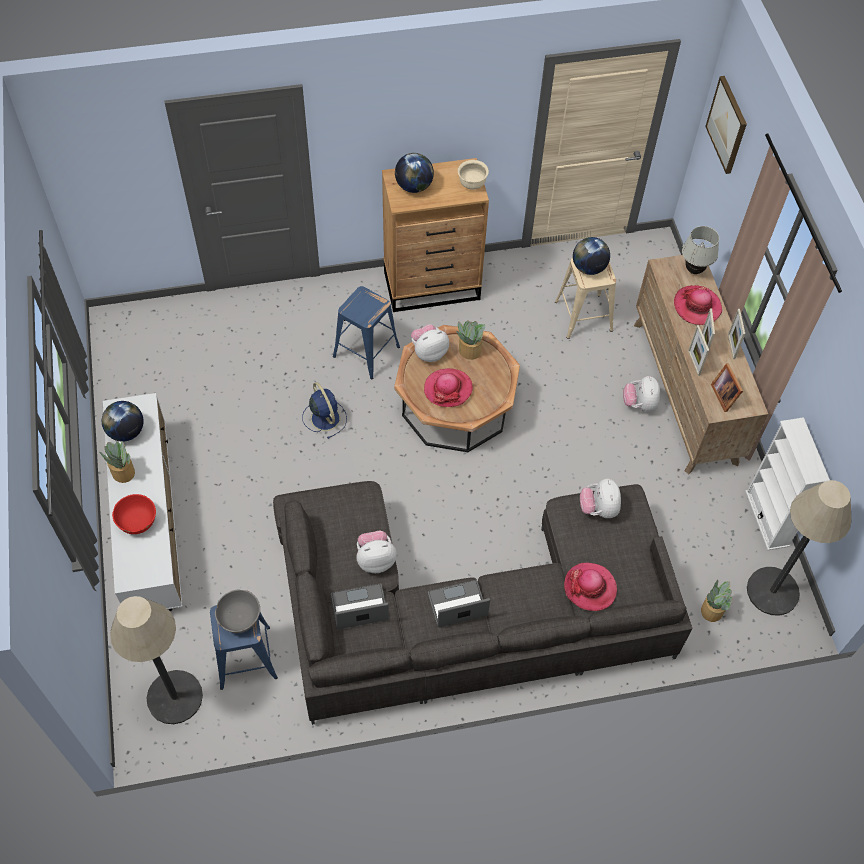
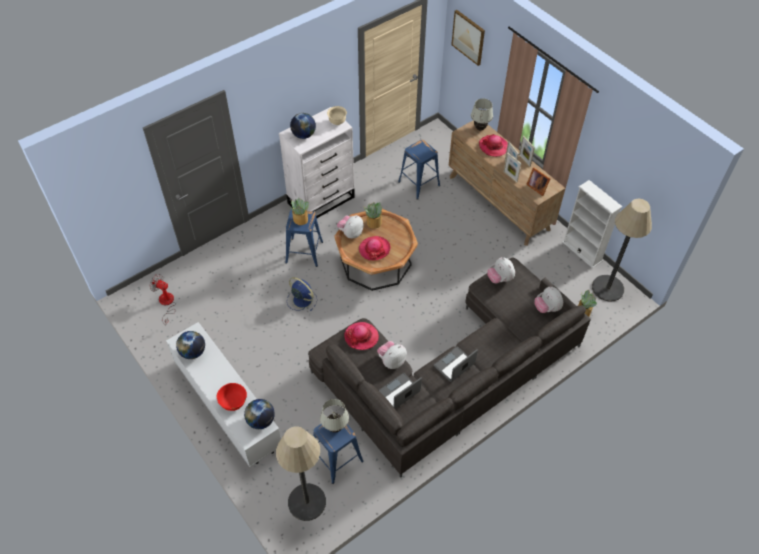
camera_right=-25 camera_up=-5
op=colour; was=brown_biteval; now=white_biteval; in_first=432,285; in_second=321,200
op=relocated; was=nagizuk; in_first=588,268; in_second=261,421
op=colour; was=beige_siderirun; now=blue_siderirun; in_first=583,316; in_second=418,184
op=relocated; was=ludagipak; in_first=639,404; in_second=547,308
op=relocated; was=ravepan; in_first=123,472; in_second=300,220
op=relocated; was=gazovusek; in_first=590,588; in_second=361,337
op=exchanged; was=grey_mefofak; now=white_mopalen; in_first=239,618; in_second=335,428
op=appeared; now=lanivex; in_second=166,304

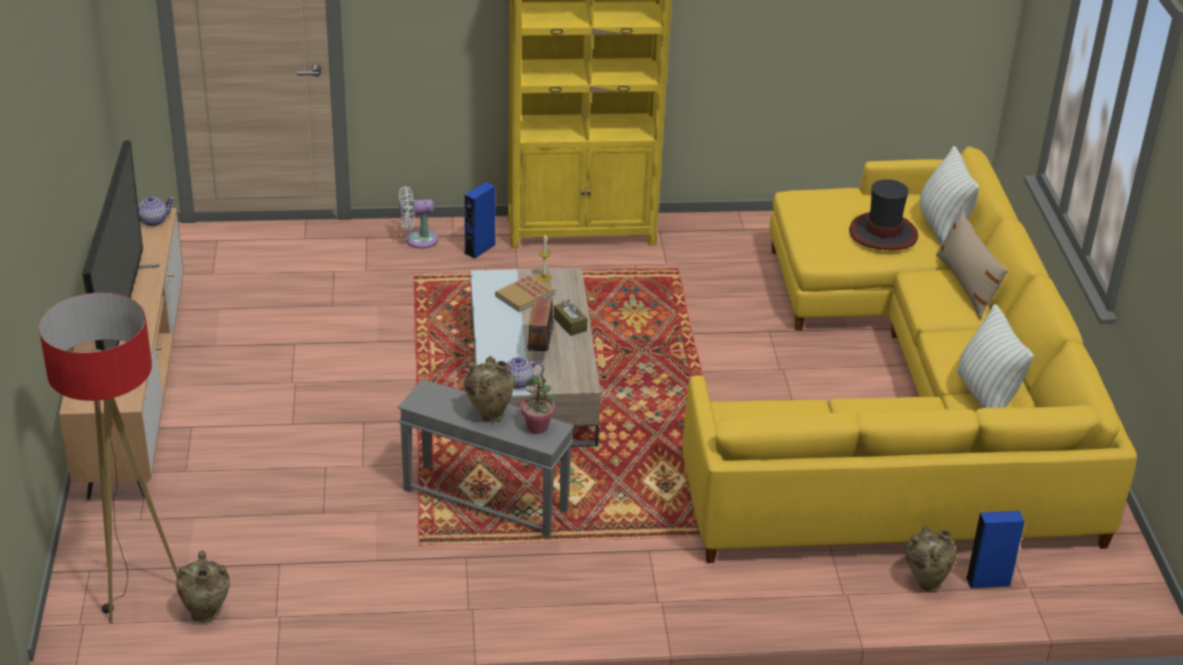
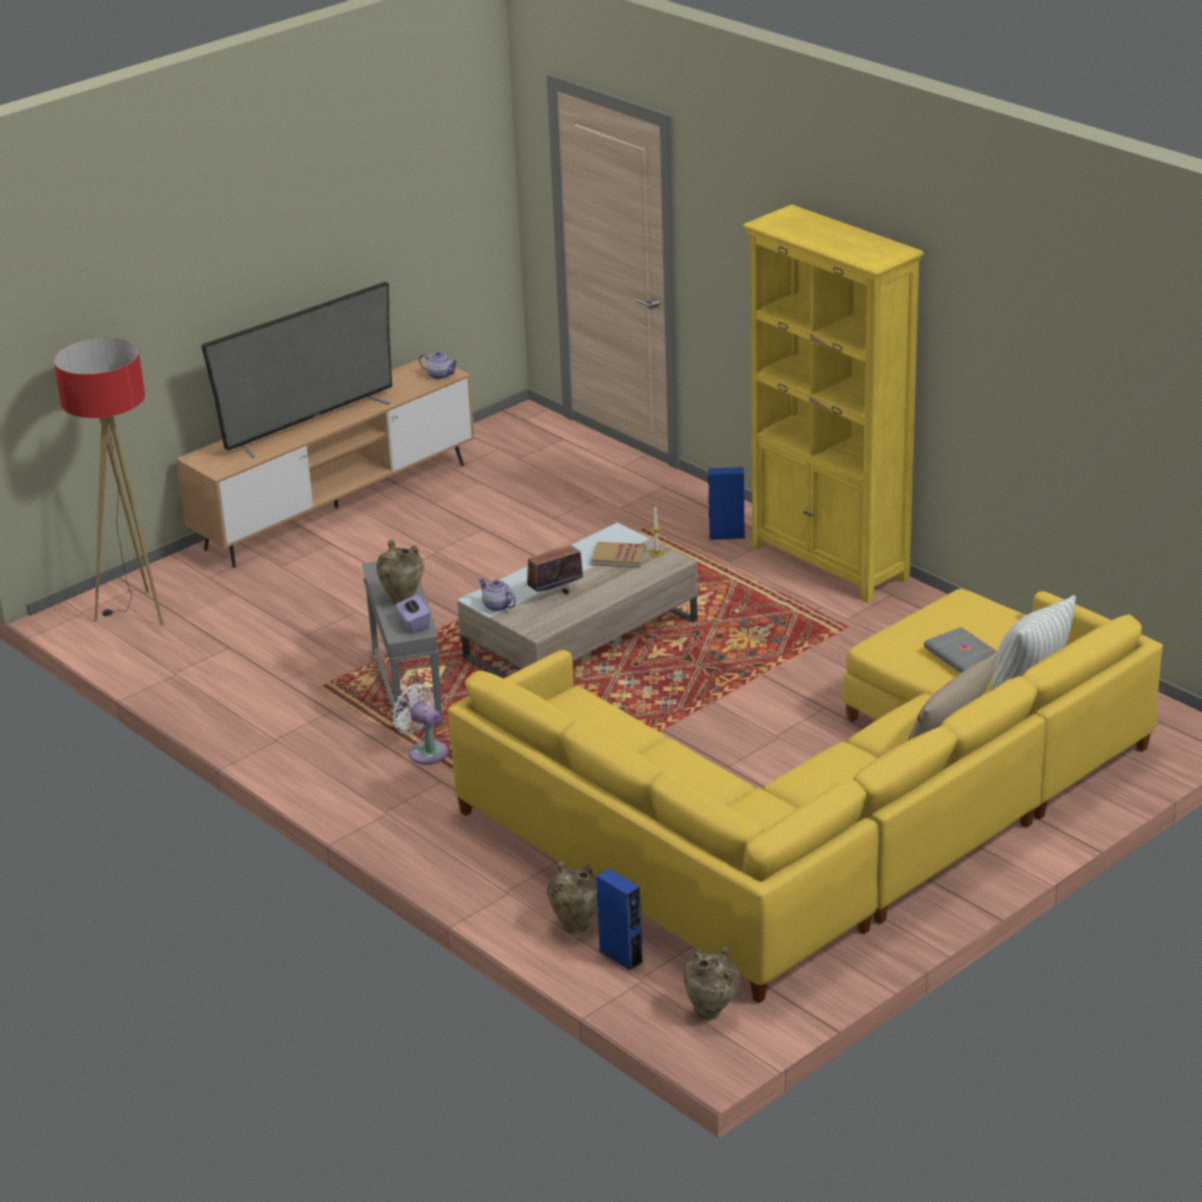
camera_right=55 camera_up=-5
op=exchanged; was=gazovusek; now=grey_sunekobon; in_first=883,233; in_second=962,656
op=relocated; was=white_lanivex; in_first=417,240; in_second=425,751
op=missing; was=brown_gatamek; in_first=570,324
op=missing; was=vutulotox; in_first=986,396
op=exchanged; was=ravepan; now=purple_gatamek; in_first=537,427; in_second=414,624
op=relocated; was=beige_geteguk; in_first=206,613; in_second=711,1012

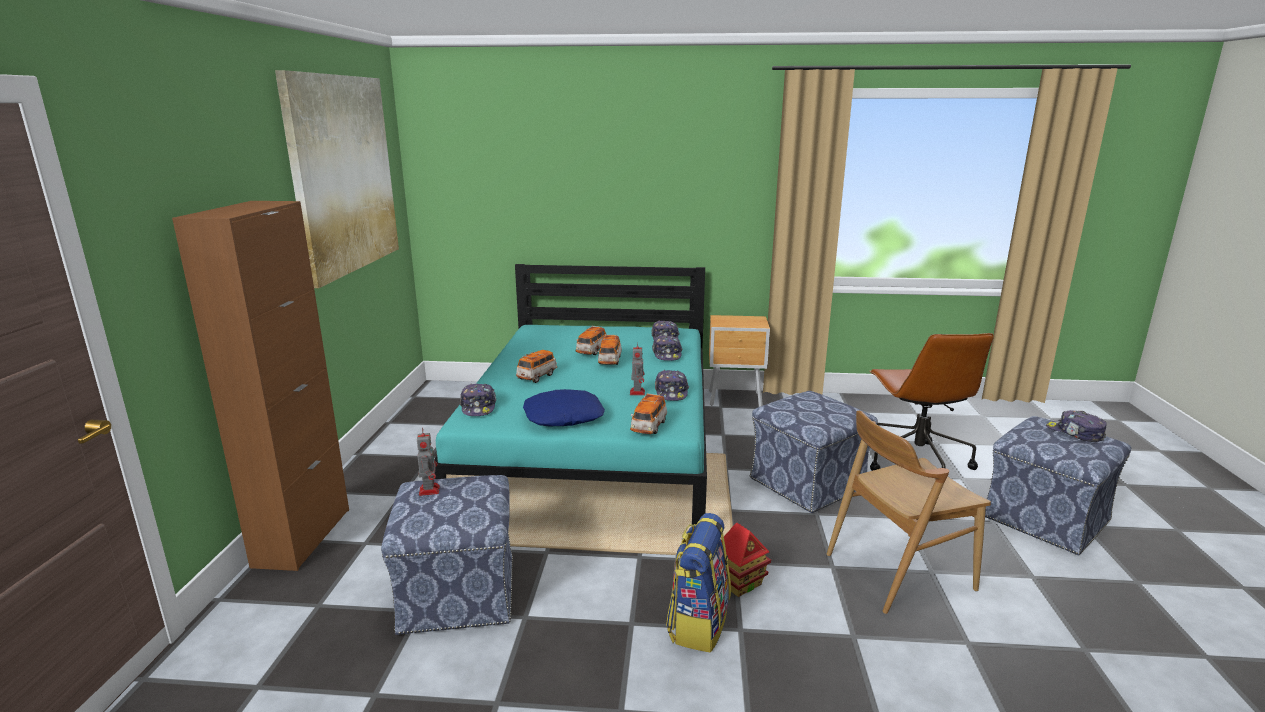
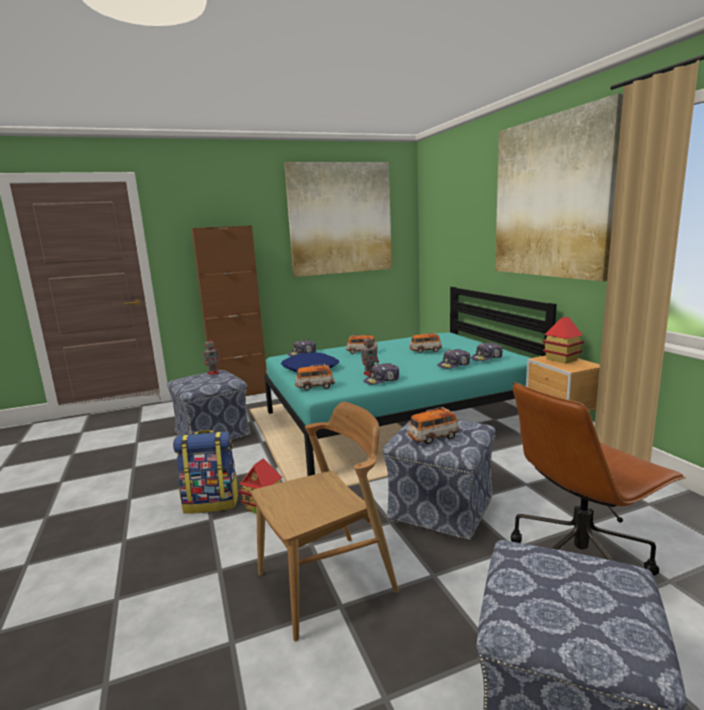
camera_right=65 camera_up=-5
op=relocated; was=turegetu; in_first=609,361; in_second=433,438
op=spun; was=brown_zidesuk; in_first=898,571; in_second=327,583; clockwise=105
op=missing; was=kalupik; in_first=1074,433
op=appeared; now=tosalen; in_second=550,198
op=appeared; now=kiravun; in_second=561,359

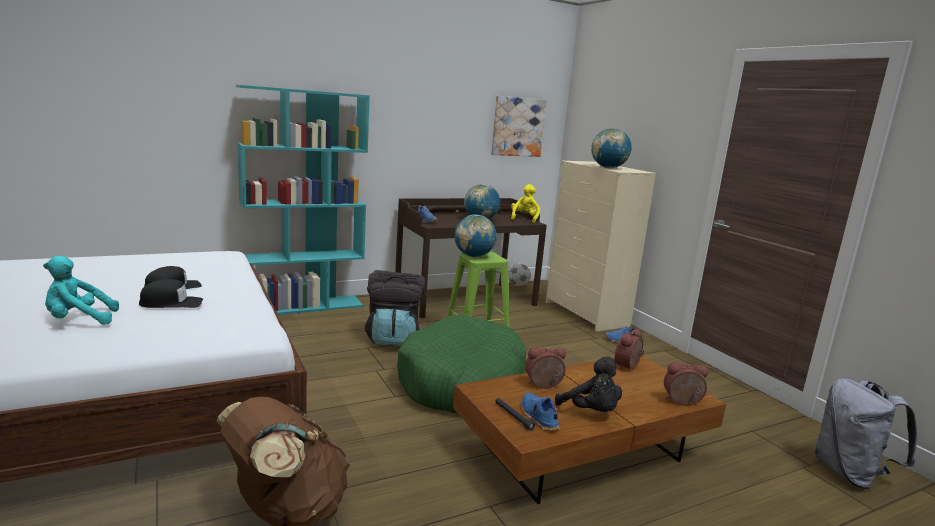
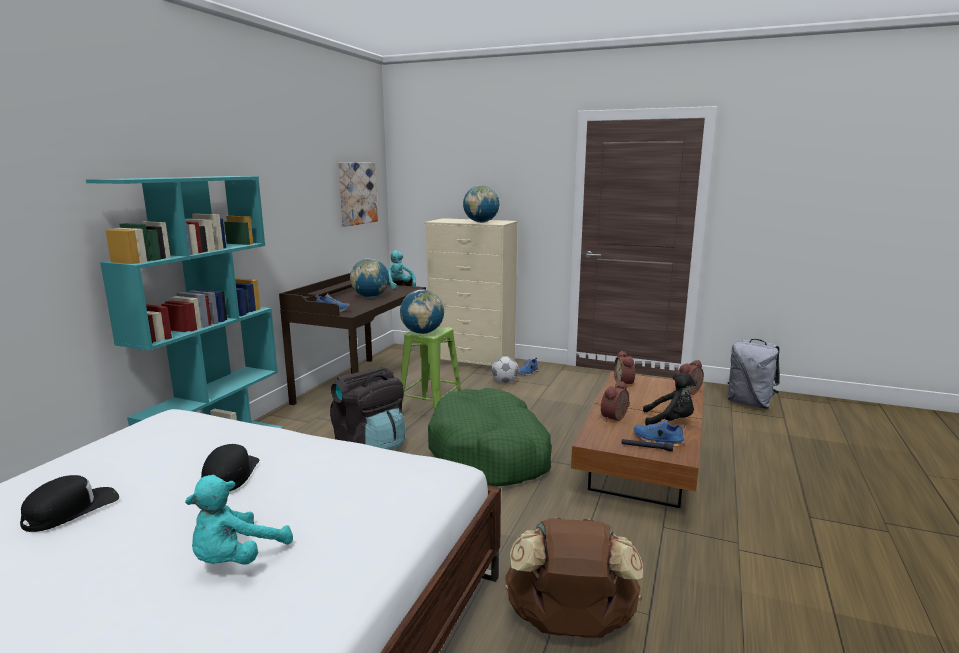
camera_right=-40 camera_up=0
op=colour; was=yellow_ludagipak; now=turquoise_ludagipak; in_first=524,219; in_second=398,286
op=relocated; was=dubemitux; in_first=518,285; in_second=505,382
op=relocated; was=black_kalupik; in_first=171,303; in_second=71,510

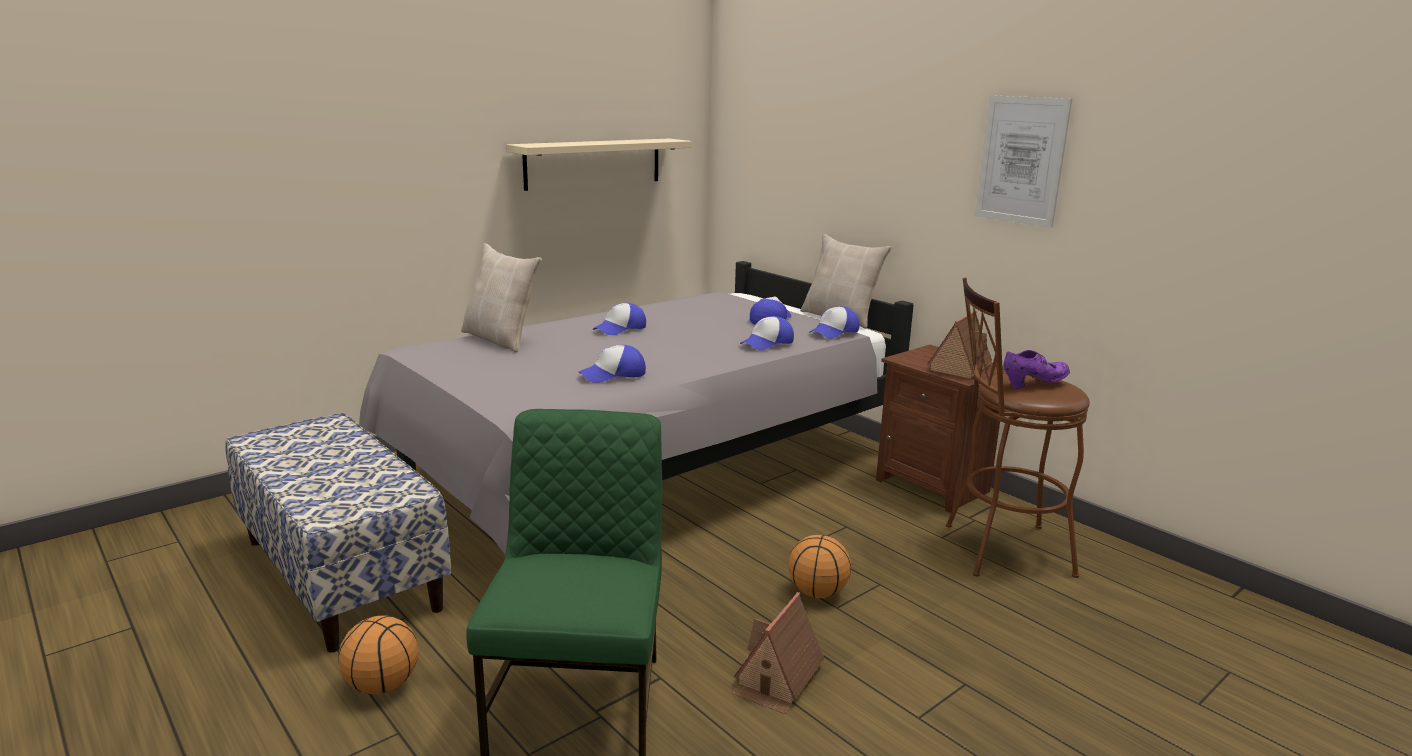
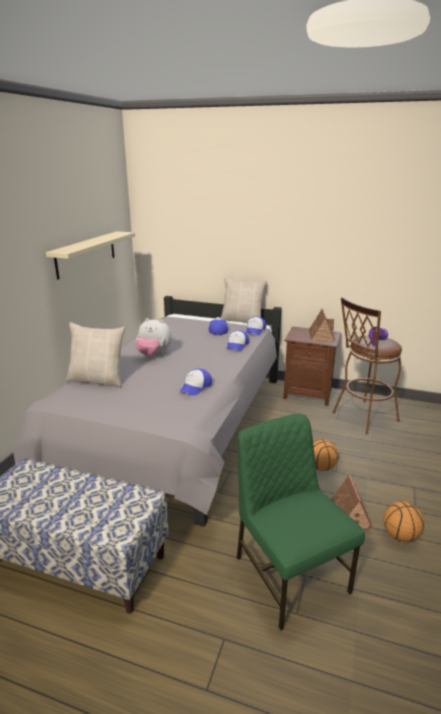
camera_right=-30 camera_up=5
op=missing; was=tosalen; in_first=1021,160
op=exchanged; was=kalupik; now=ludagipak; in_first=620,329; in_second=154,354
op=relocated; was=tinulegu; in_first=382,686; in_second=400,535

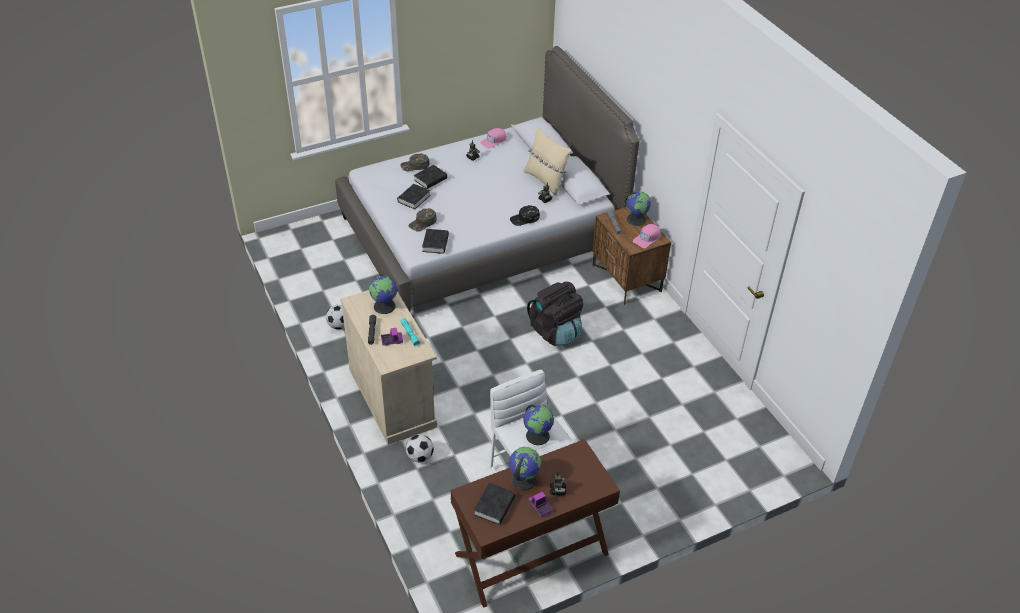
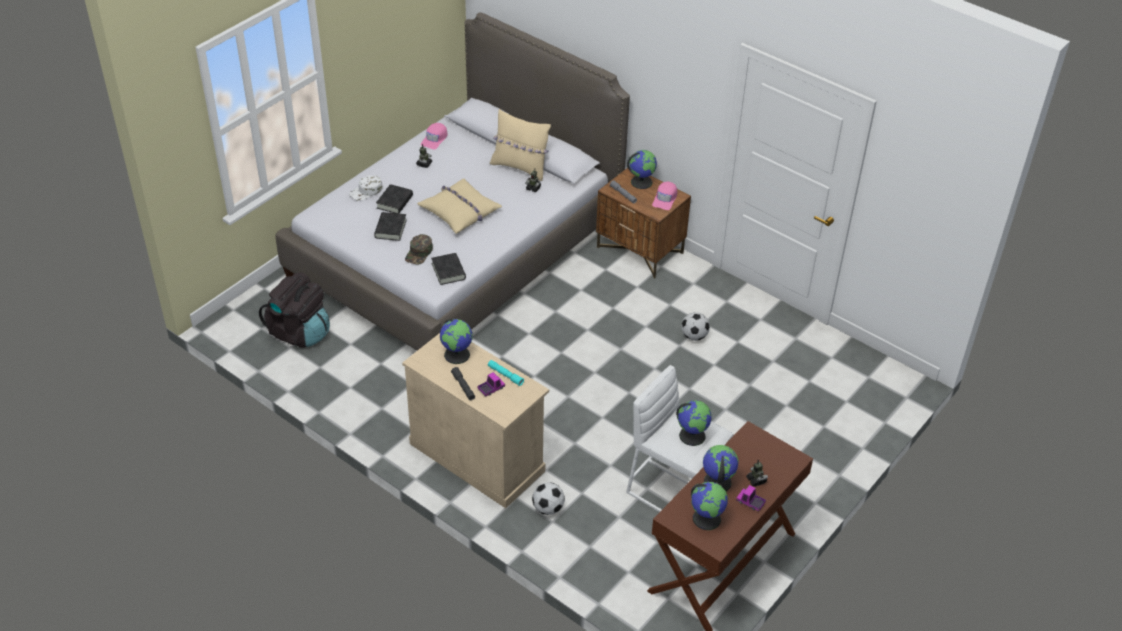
camera_right=-25 camera_up=0
op=colour; was=green_kalupik; now=white_kalupik; in_first=415,165; in_second=366,191
op=missing; was=black_kalupik; in_first=524,219
op=relocated; was=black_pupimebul; in_first=555,331; in_second=299,332
op=relocated; was=dubemitux; in_first=339,325; in_second=694,336
op=exchanged; was=black_sunekobon; now=nagizuk; in_first=494,506; in_second=707,518
op=appeared; now=beige_vutulotox; in_second=460,211

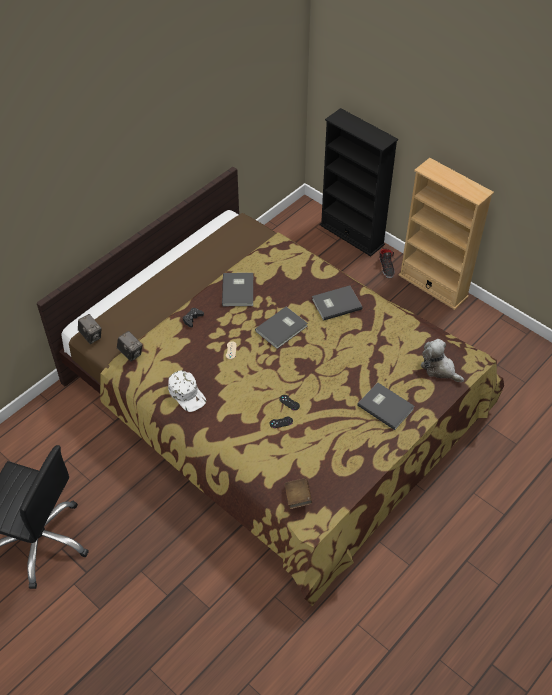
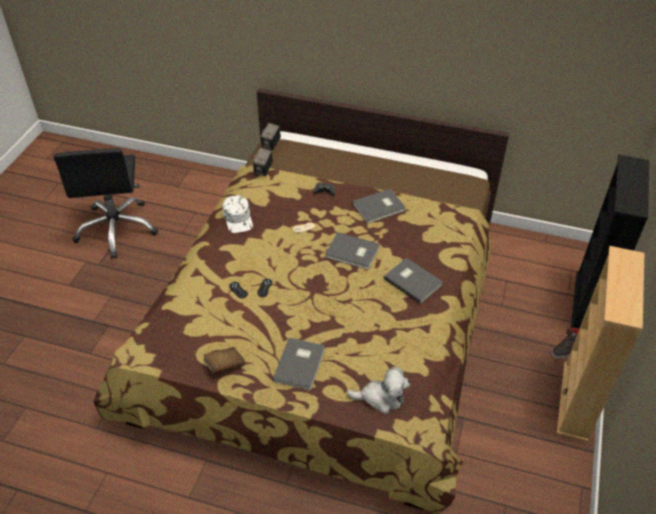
camera_right=65 camera_up=-5
op=spun; was=ludagipak; in_first=439,368; in_second=381,397; clockwise=75
op=spun; was=white_kalupik; in_first=187,394; in_second=238,218; clockwise=-45
op=relocated; was=brown_sunekobon; in_first=297,498; in_second=225,365

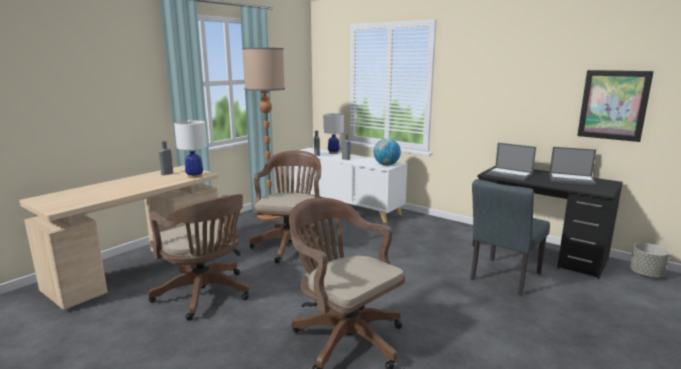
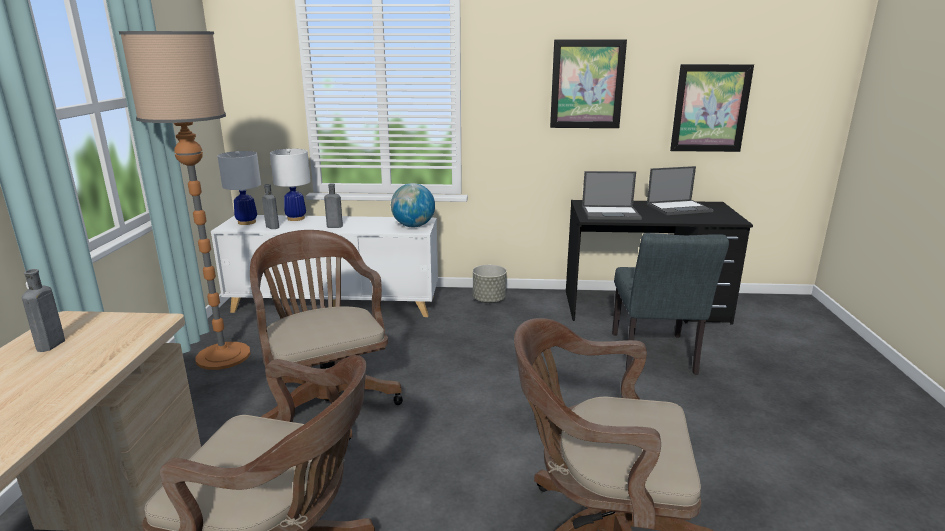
camera_right=-35 camera_up=5
op=relocated; was=white_mopalen; in_first=194,176; in_second=247,222
op=relocated; was=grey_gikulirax; in_first=646,274; in_second=489,300
op=appeared; now=tosalen; in_second=587,84

